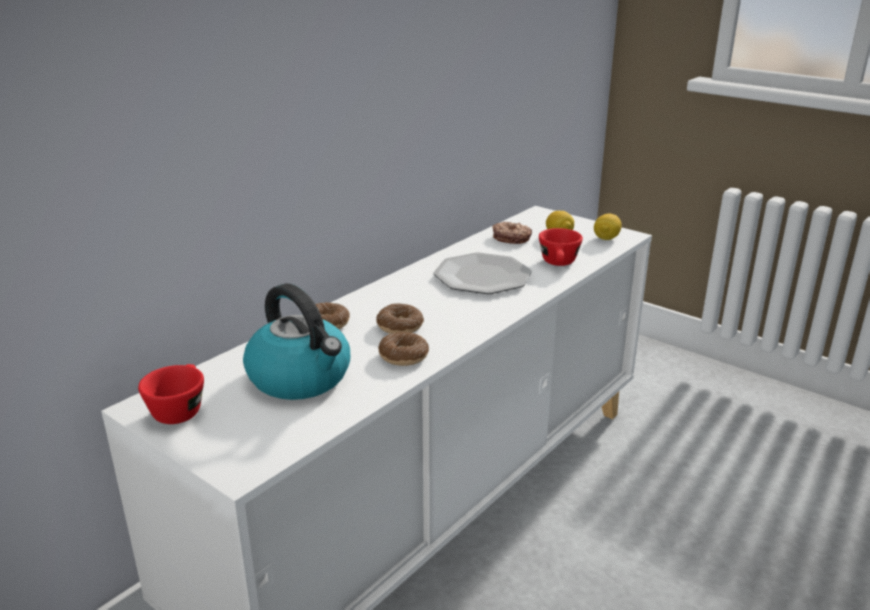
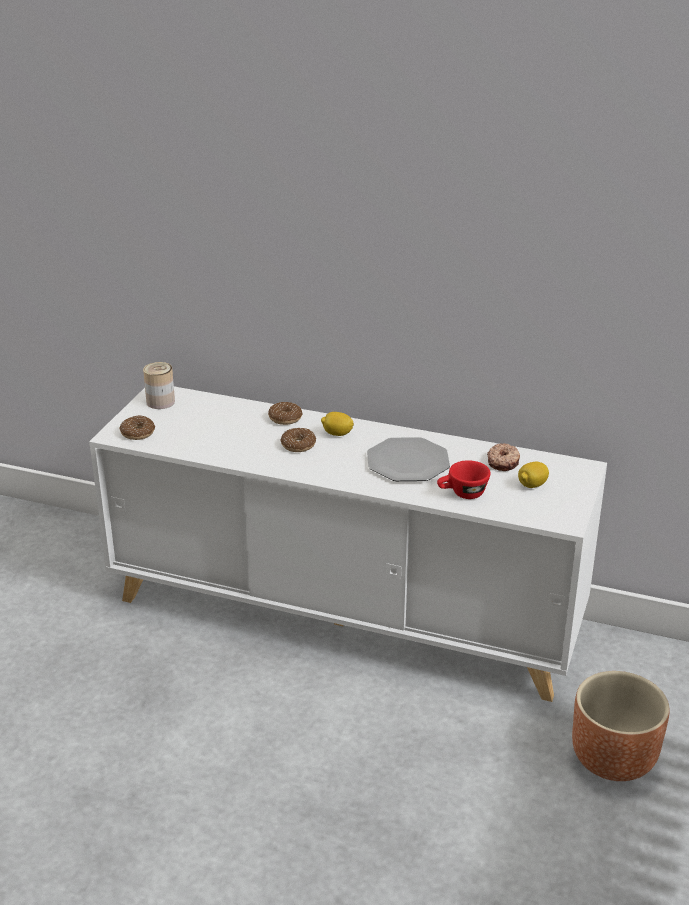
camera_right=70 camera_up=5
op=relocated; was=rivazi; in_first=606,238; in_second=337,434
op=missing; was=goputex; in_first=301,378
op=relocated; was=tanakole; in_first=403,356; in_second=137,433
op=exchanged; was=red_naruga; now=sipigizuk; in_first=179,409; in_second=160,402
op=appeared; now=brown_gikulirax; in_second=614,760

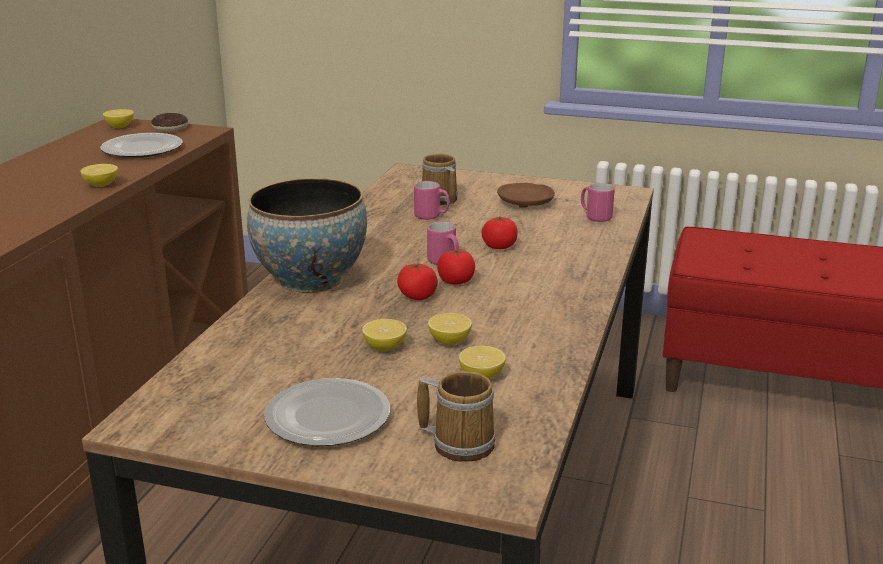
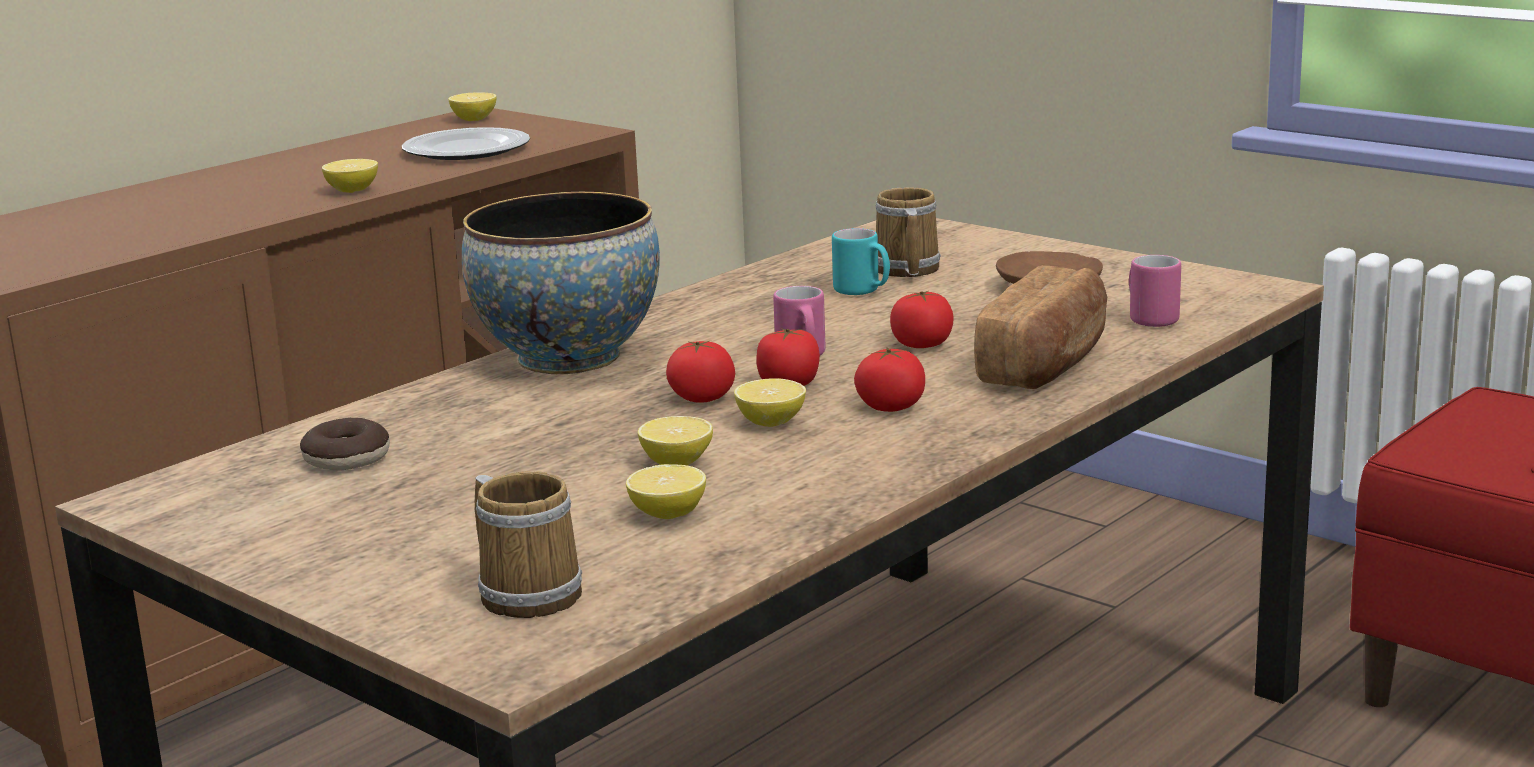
camera_right=25 camera_up=-5
op=relocated; was=tanakole; in_first=170,128; in_second=347,458
op=colour; was=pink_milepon; now=turquoise_milepon; in_first=432,216; in_second=863,291
op=relocated; was=rivazi; in_first=384,347; in_second=771,422
op=missing; was=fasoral; in_first=326,417
op=appeared; now=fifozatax; in_second=1047,363
op=appeared; now=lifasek; in_second=891,406

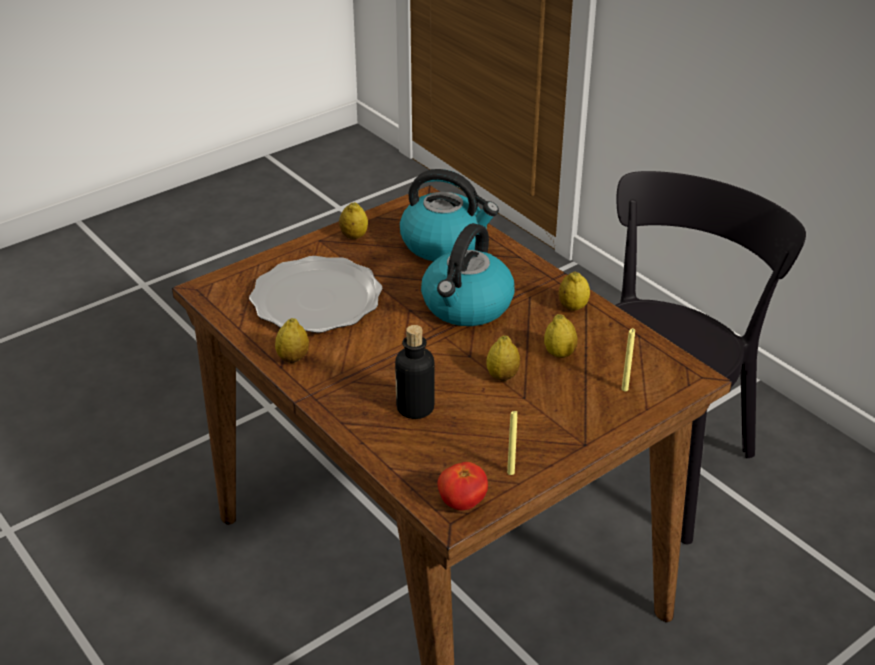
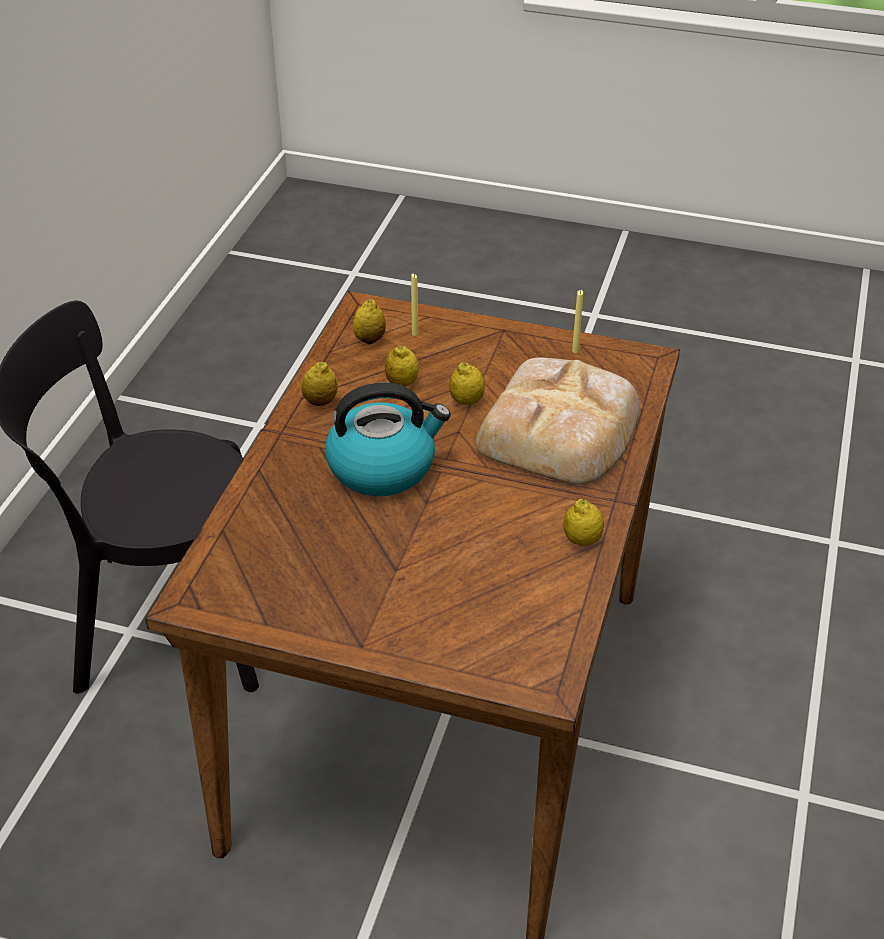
camera_right=-125 camera_up=5
op=missing; was=goputex; in_first=445,243
op=relocated; was=rivazi; in_first=354,236; in_second=370,339
op=missing; was=fasoral; in_first=316,300
op=exchanged; was=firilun; now=fifozatax; in_first=415,408; in_second=561,429
op=missing; was=lifasek; in_first=462,502

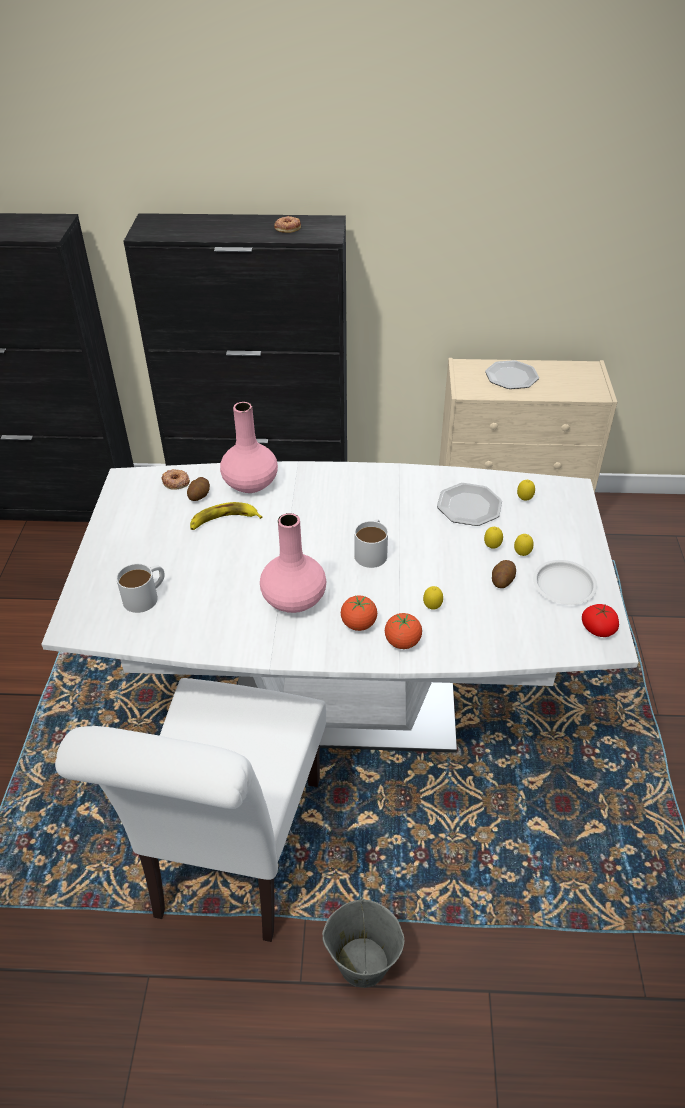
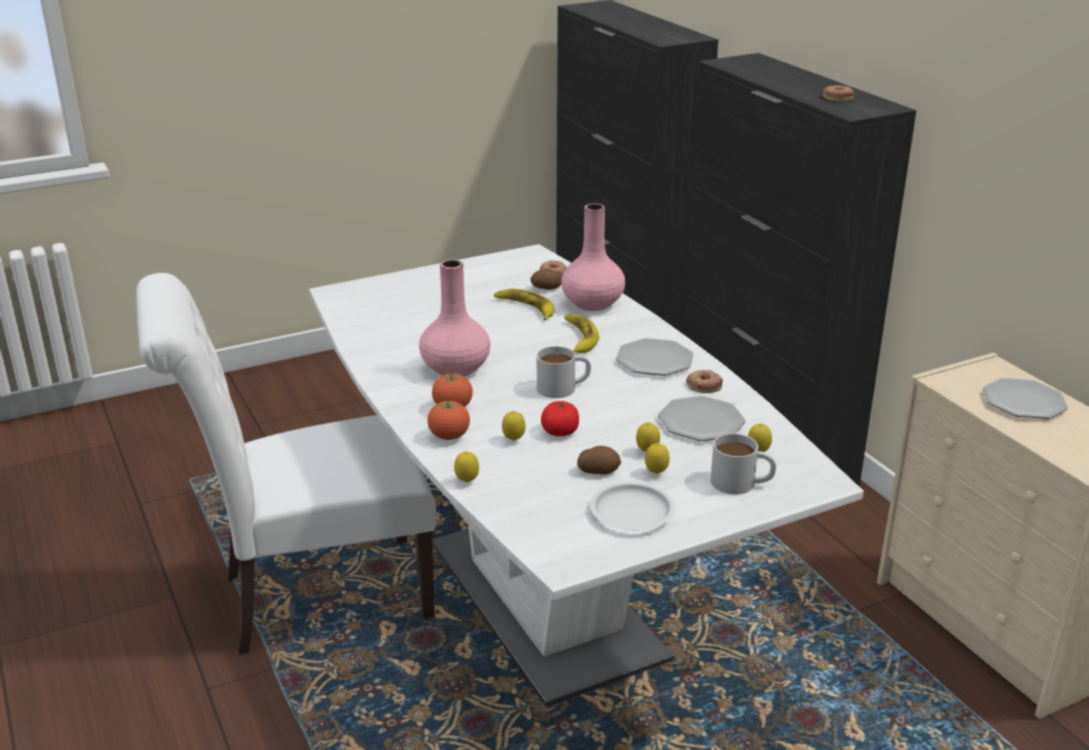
camera_right=60 camera_up=-15
op=relocated; was=white_milepon; in_first=146,596; in_second=742,483
op=relocated; was=lifasek; in_first=598,629; in_second=560,431
op=missing; was=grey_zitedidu; in_first=362,962
op=appeared; now=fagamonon; in_second=578,338
op=appeared; now=fasoral; in_second=654,360
op=appeared; now=tanakole; in_second=704,385
op=appeared; now=rivazi; in_second=467,482

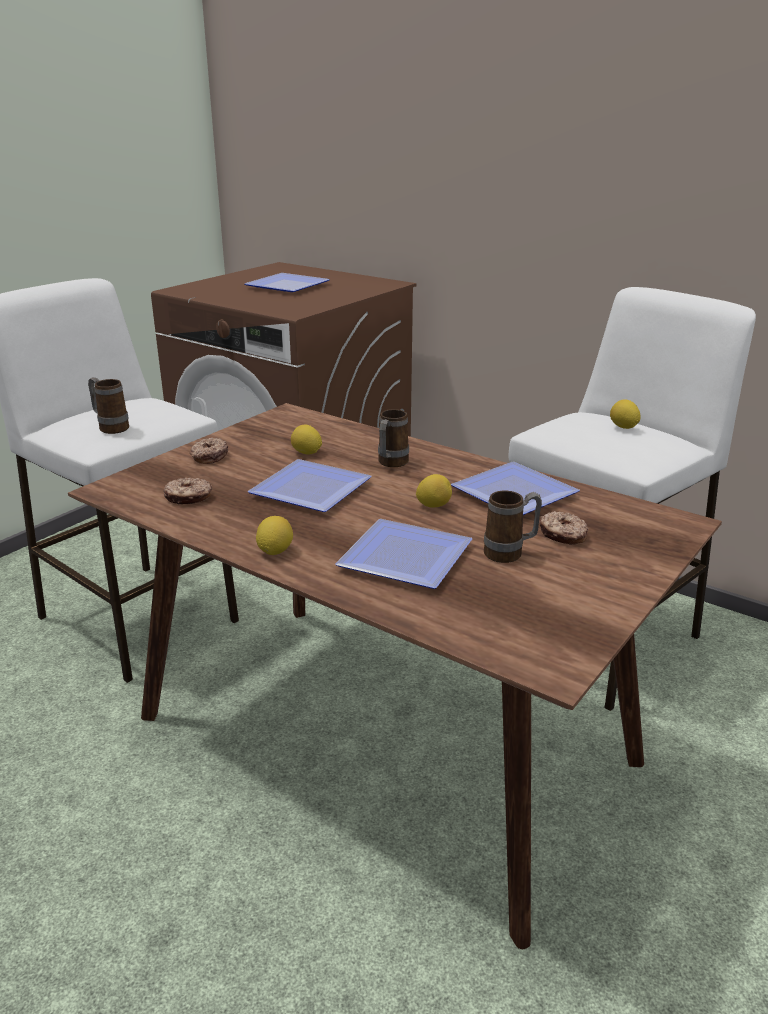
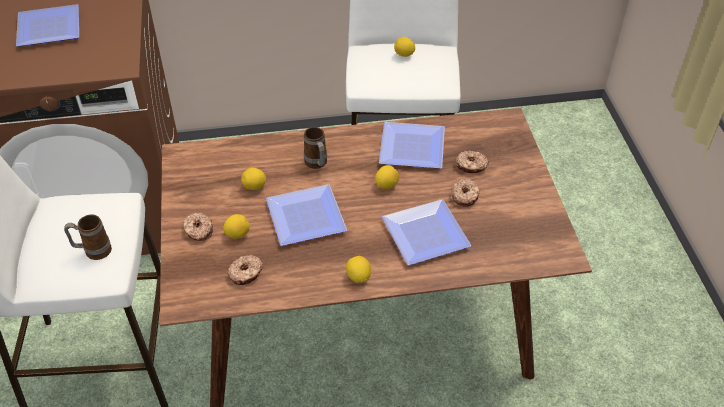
camera_right=-45 camera_up=20
op=exchanged; was=milepon; now=tanakole; in_first=510,553; in_second=465,196
op=appeared; now=rivazi; in_second=237,234

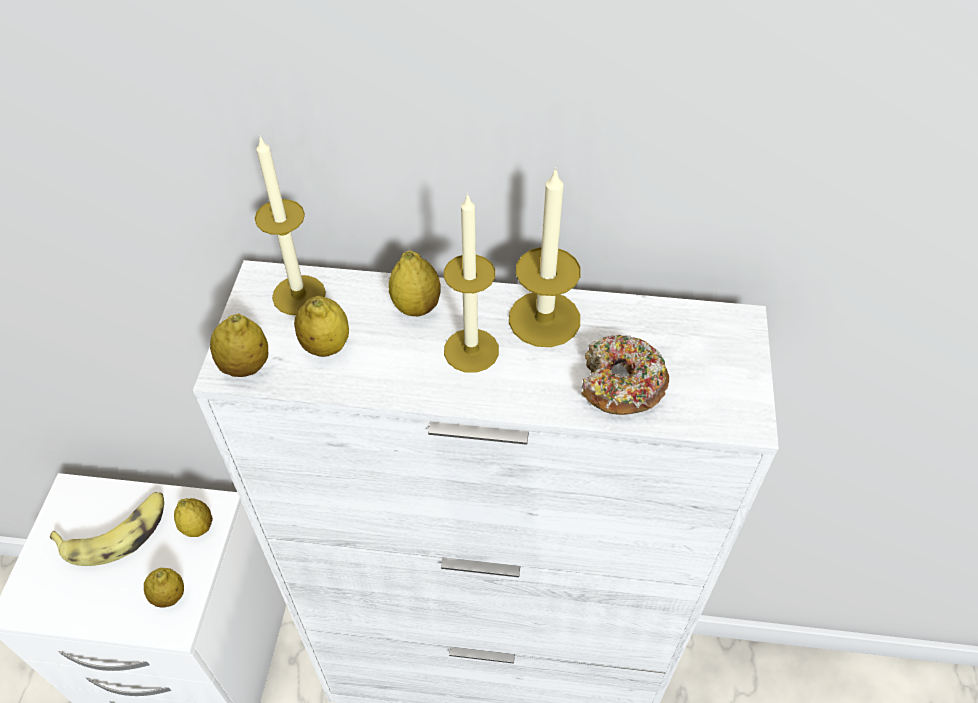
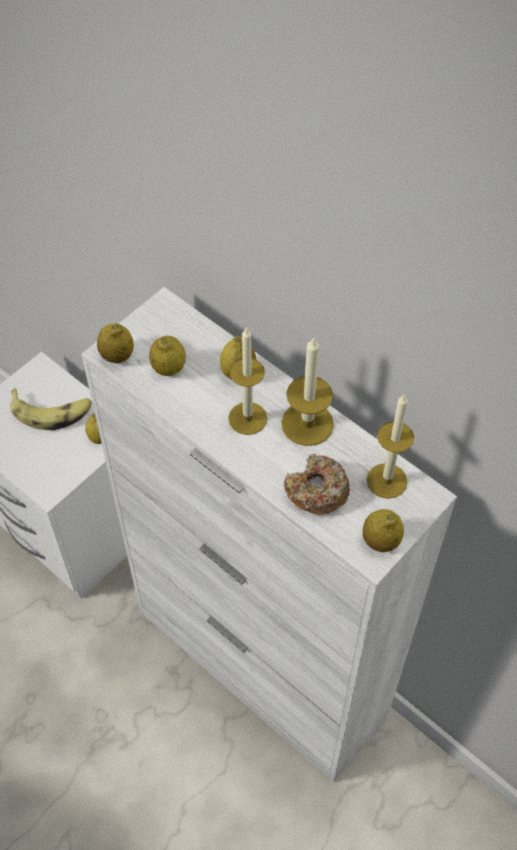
camera_right=35 camera_up=5
op=relocated; was=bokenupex; in_first=299,295; in_second=386,481
op=relocated; was=rivazi; in_first=169,596; in_second=380,541

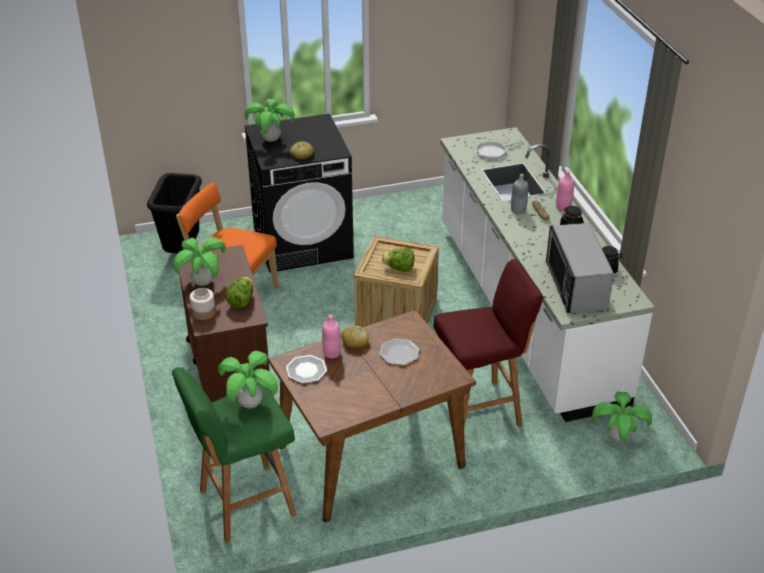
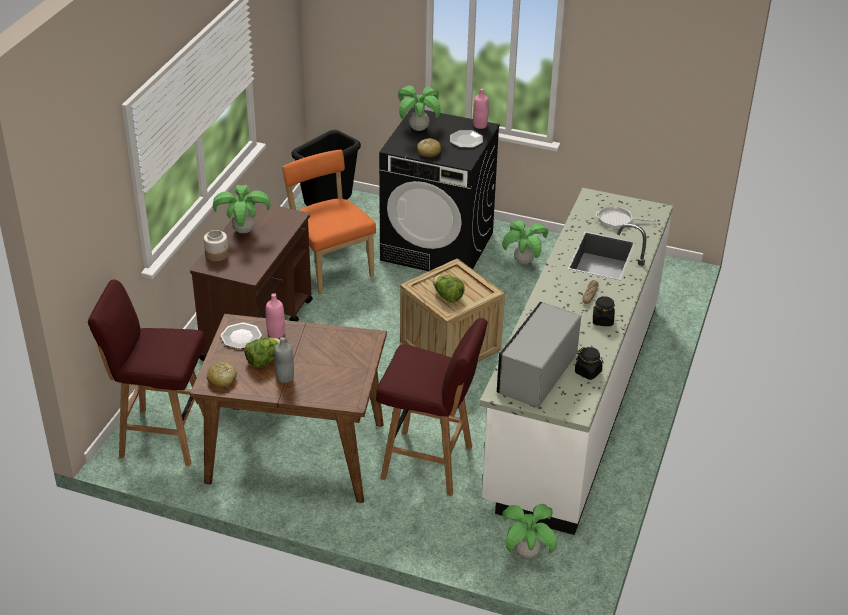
camera_right=35 camera_up=0
op=relocated; was=pink_firilun; in_first=563,207; in_second=480,125
op=relocated; was=grey_firilun; in_first=518,210; in_second=285,377
op=relocated; was=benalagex; in_first=241,300; in_second=264,361
op=relocated; was=fifozatax; in_first=355,341; in_second=222,379
op=relocated; was=fasoral; in_first=399,353; in_second=466,140
op=relocated; was=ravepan; in_first=250,404; in_second=523,262
op=colour; was=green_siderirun; now=red_siderirun; in_first=244,503; in_second=162,436

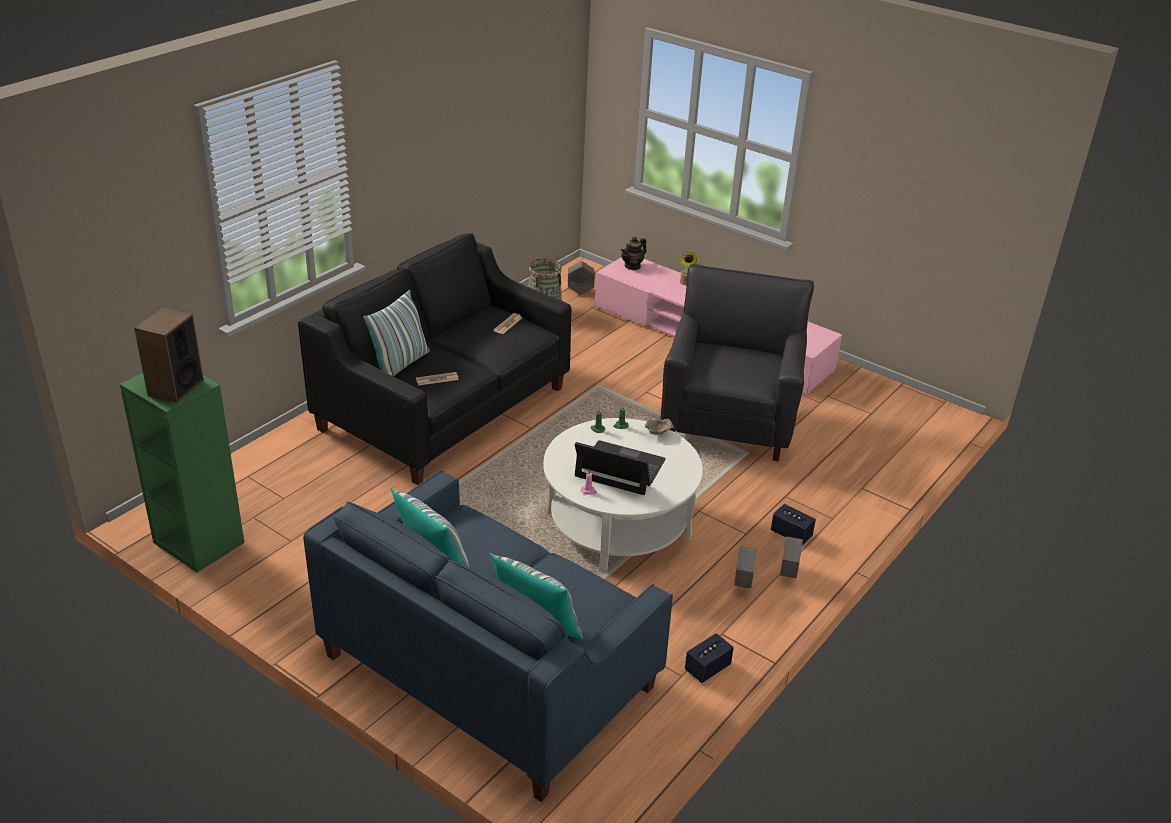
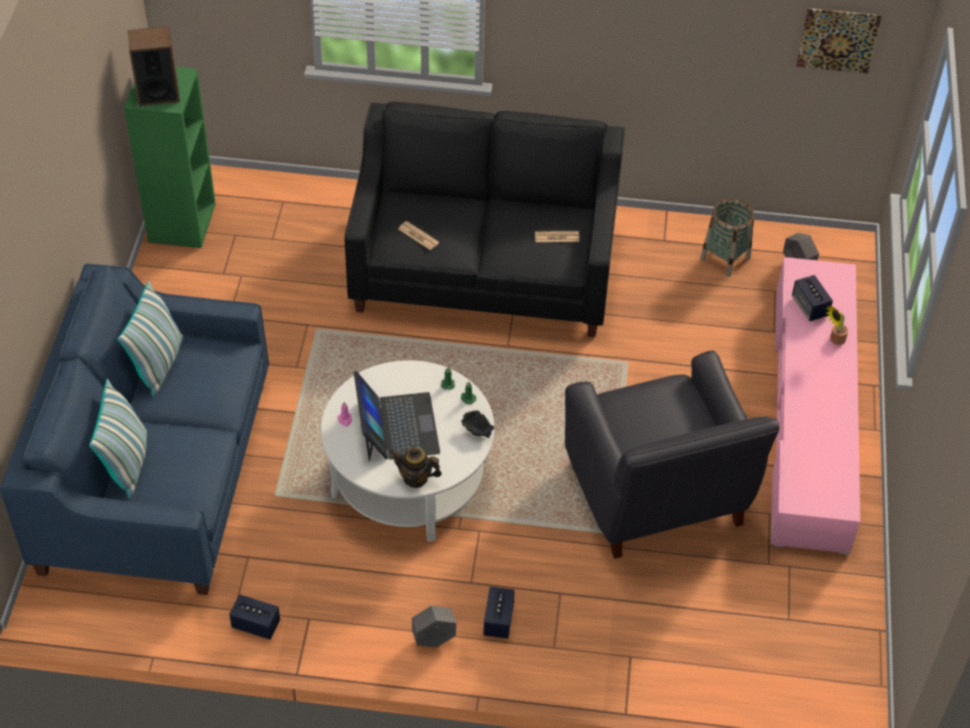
camera_right=60 camera_up=15
op=relocated; was=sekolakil; in_first=632,266; in_second=415,478
op=spun; was=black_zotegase; in_first=729,421; in_second=656,496; clockwise=90
op=missing; was=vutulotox; in_first=400,365
op=colour; was=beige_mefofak; now=black_mefofak; in_first=658,434; in_second=477,432
op=missing; was=grey_gikulirax; in_first=742,583
op=appeared; now=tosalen; in_second=838,40
op=appeared; now=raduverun; in_second=809,307

